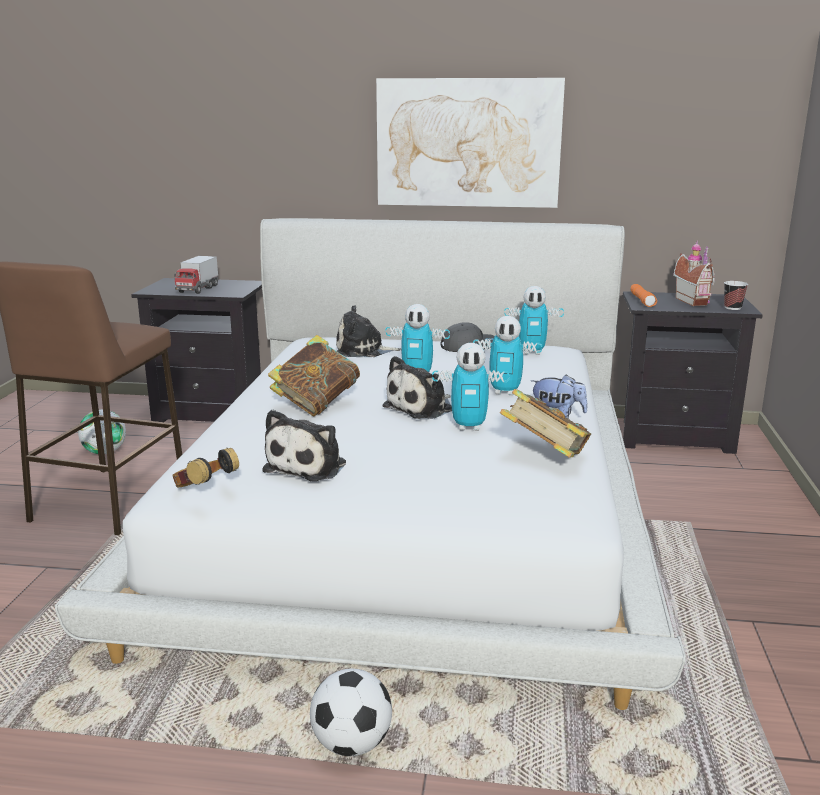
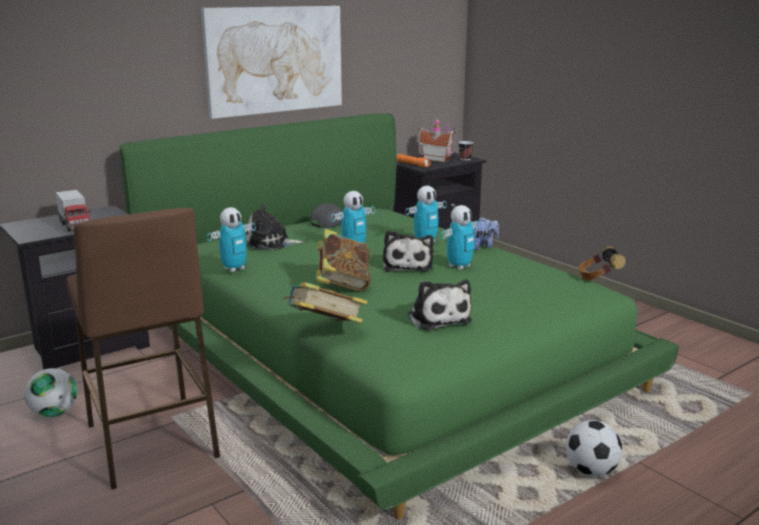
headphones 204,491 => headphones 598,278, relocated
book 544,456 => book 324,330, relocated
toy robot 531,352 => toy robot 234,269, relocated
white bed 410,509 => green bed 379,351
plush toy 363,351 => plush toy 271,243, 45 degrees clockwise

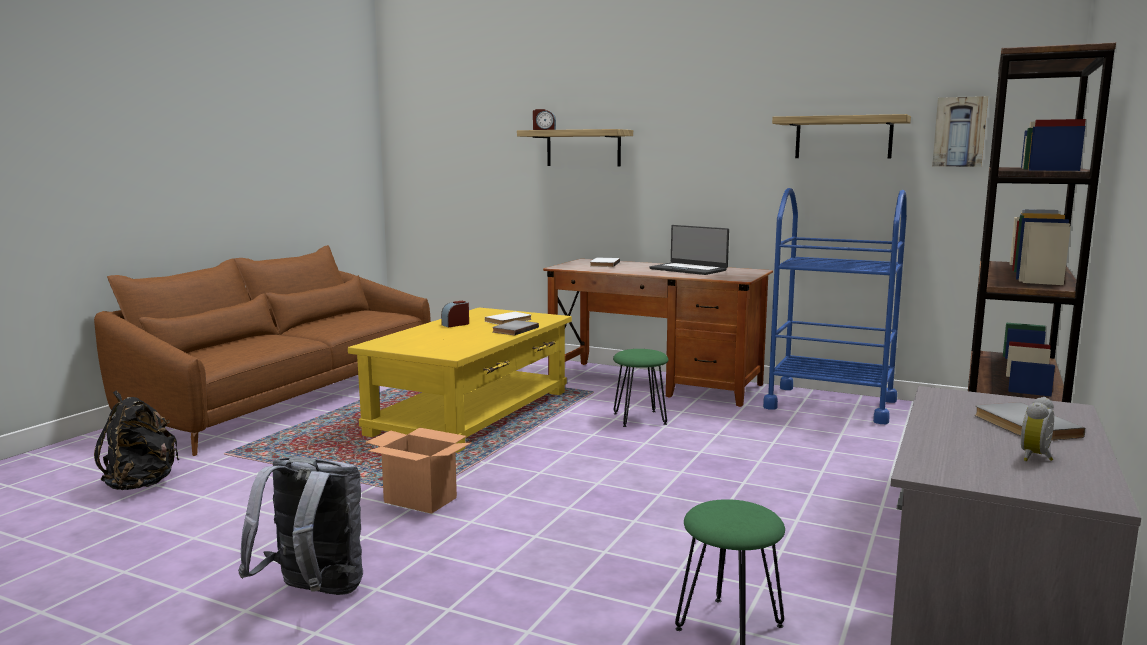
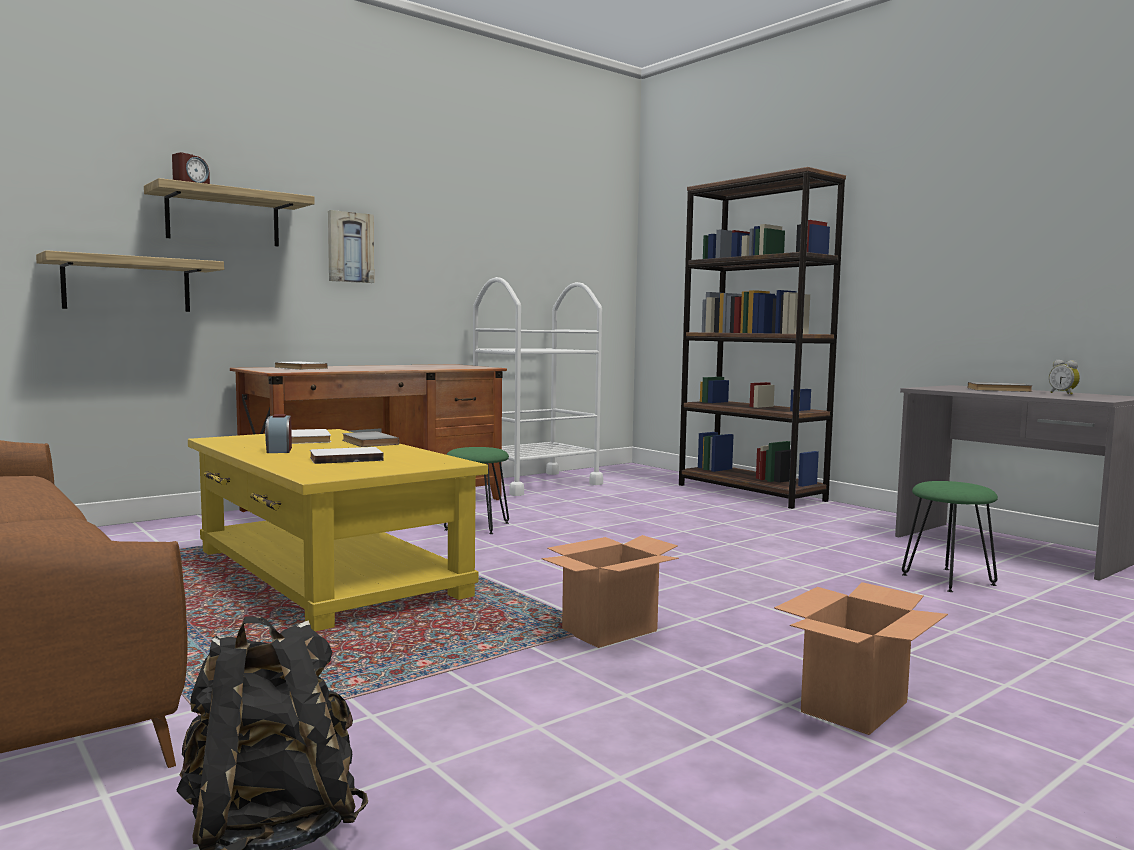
laptop 688,269 => nothing
nothing => white book 345,458
shelf 843,137 => shelf 127,285, relocated
picture 959,132 => picture 350,247, relocated
grey backpack 312,594 => cardboard box 854,707
blue cart 830,404 => white cart 535,484

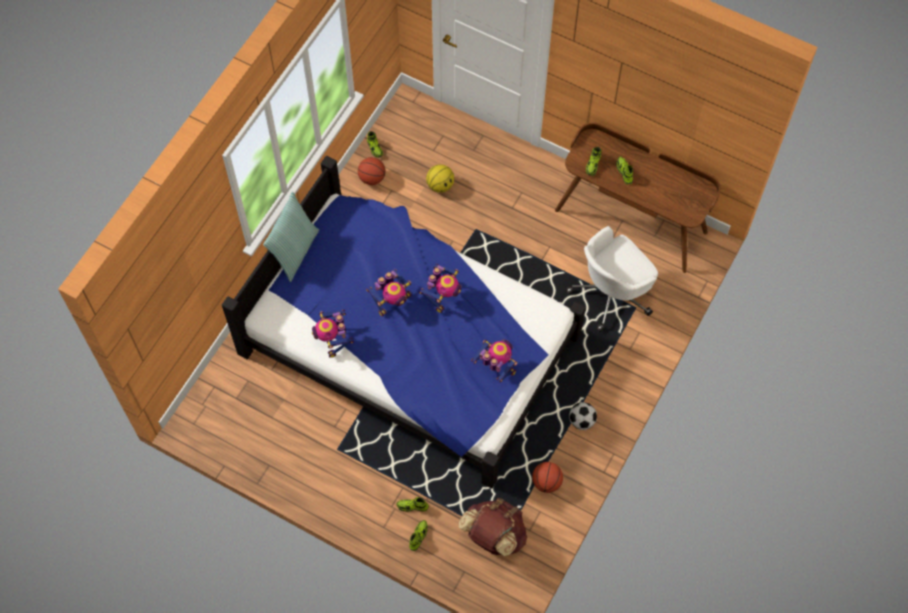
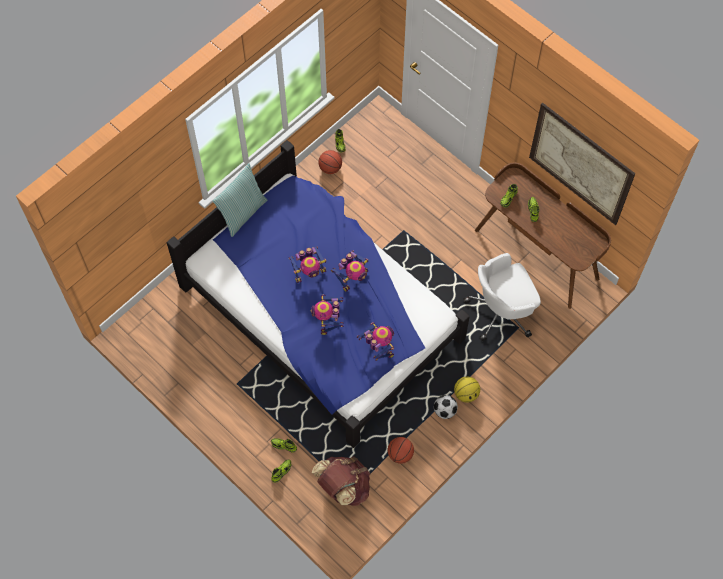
nothing => picture 580,164
toy robot 333,340 => toy robot 328,320, relocated
basketball 440,185 => basketball 466,394, relocated

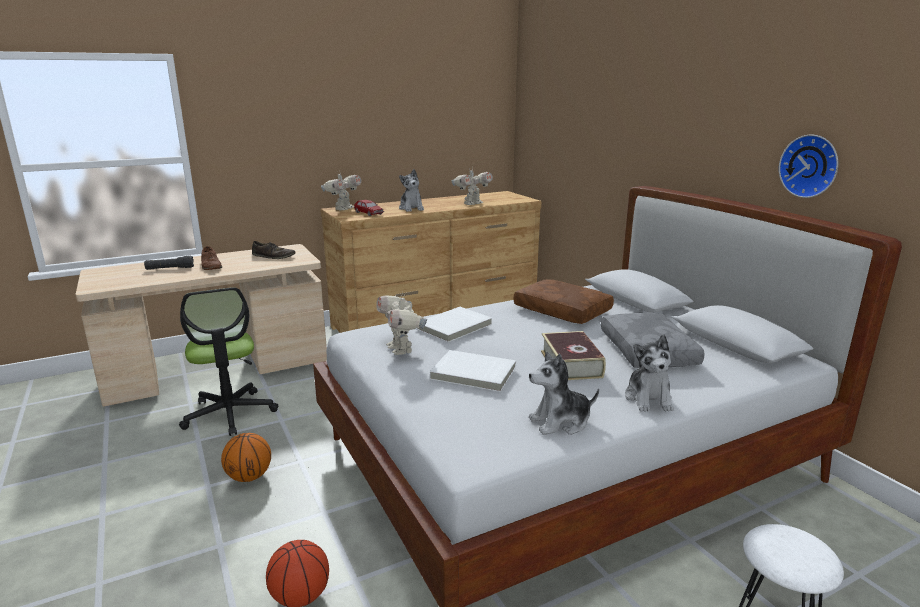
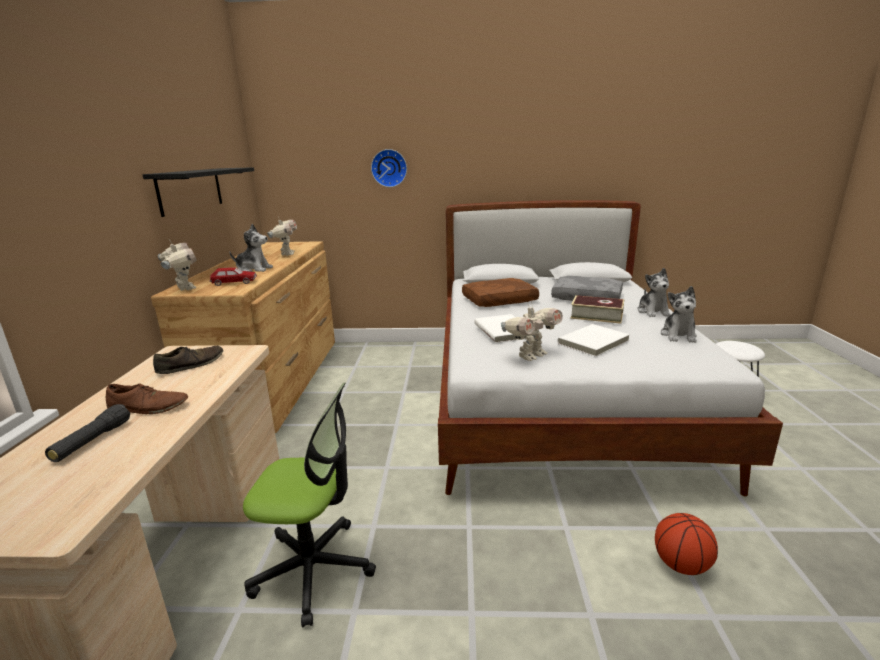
basketball 249,477 => nothing
nothing => black shelf 190,190
wall clock 810,166 => wall clock 389,168, relocated
toy robot 401,349 => toy robot 530,355, 45 degrees counterclockwise
plush toy 648,399 => plush toy 653,312, 60 degrees clockwise

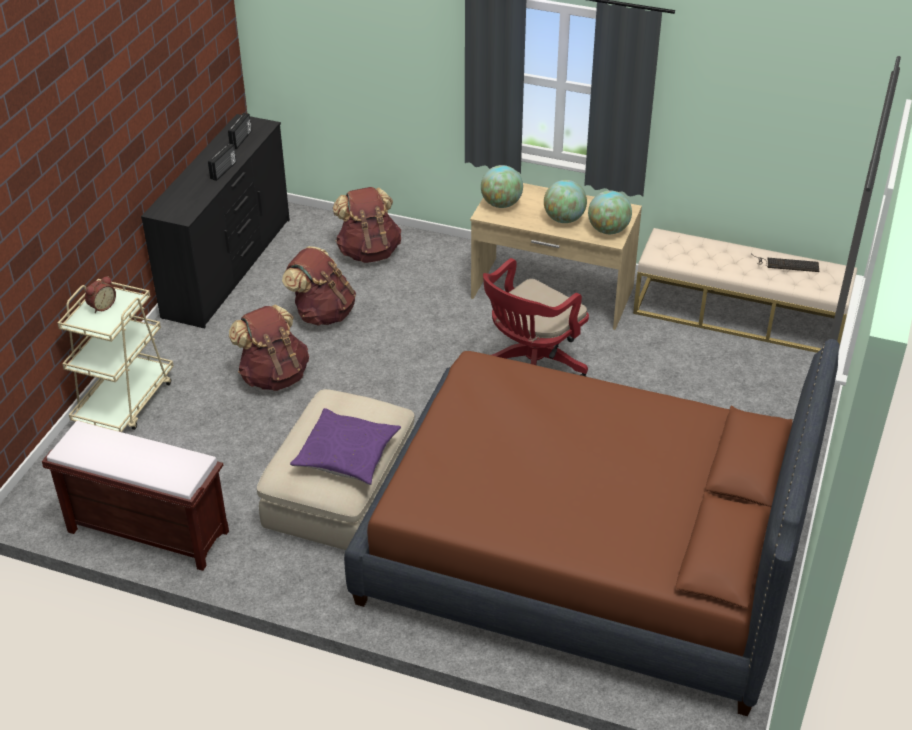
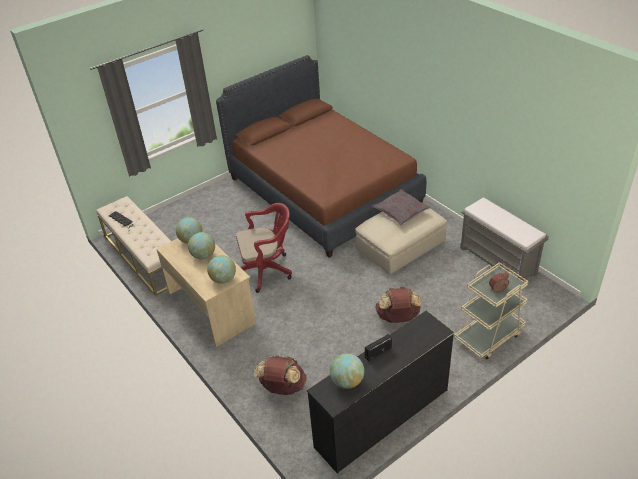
brown backpack 322,313 => nothing
radio 241,139 => globe 347,381
brown bench 146,532 => grey bench 498,261
purple pillow 347,455 => grey pillow 401,211

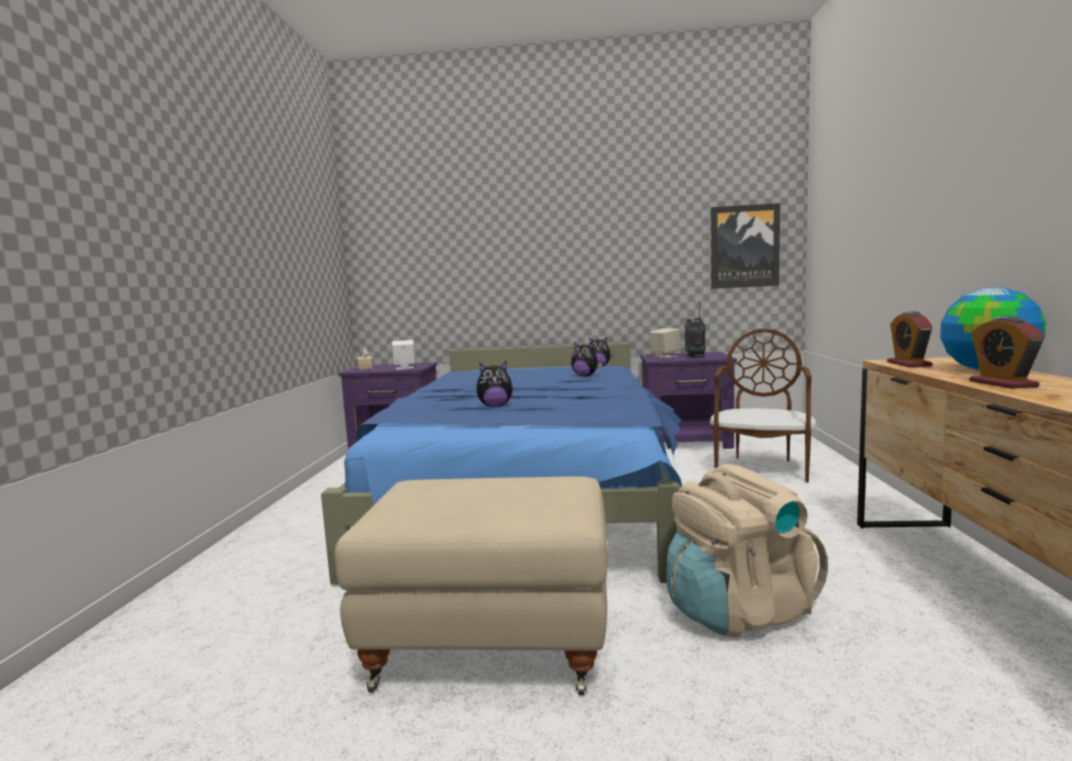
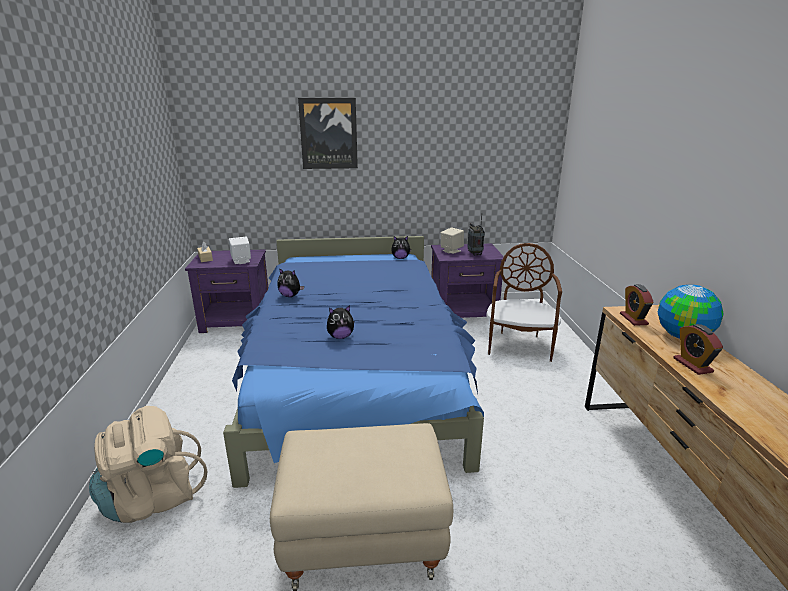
plush toy 585,376 => plush toy 290,296, relocated
beige backpack 738,611 => beige backpack 153,497, relocated
picture 744,246 => picture 328,133, relocated

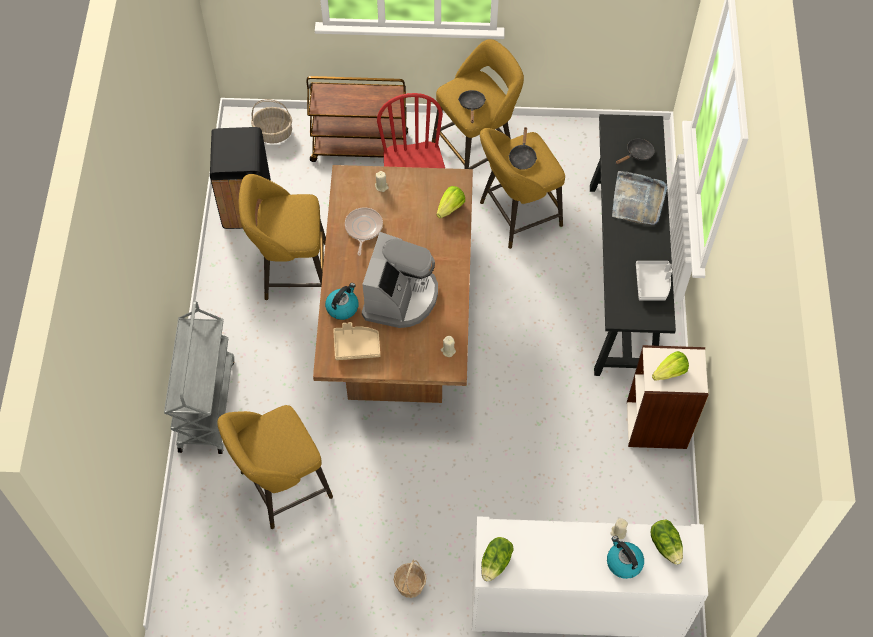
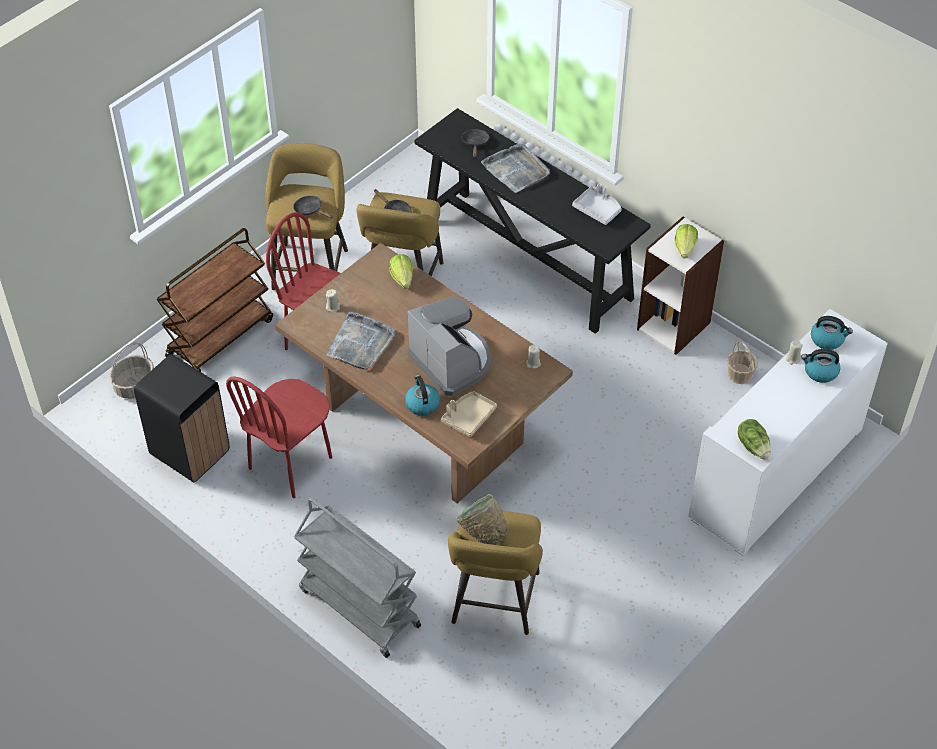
nothing => green bowl 482,533
basket 410,585 => basket 739,374, relocated
yellow stool 291,271 => red chair 291,463
frying pan 363,228 => grey tray 360,344
lettuce 666,545 => kettle 827,339

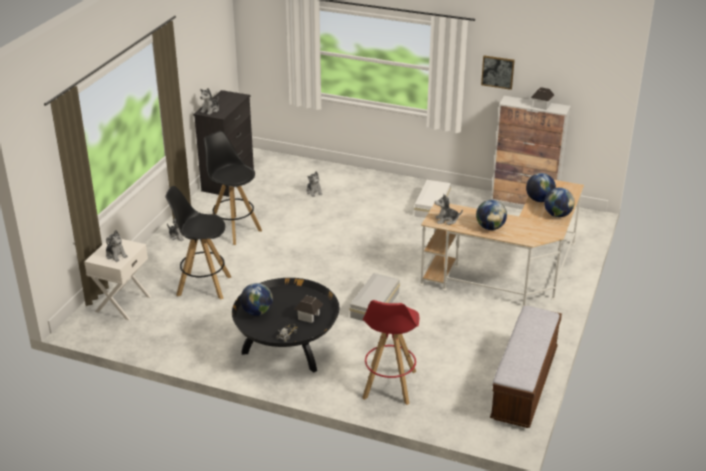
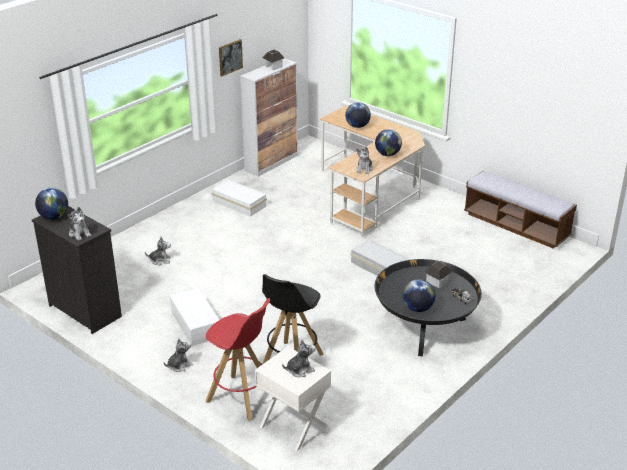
red stool 389,385 => red stool 242,398, relocated
globe 557,215 => globe 54,217, relocated
black stool 234,229 => white storage box 194,324

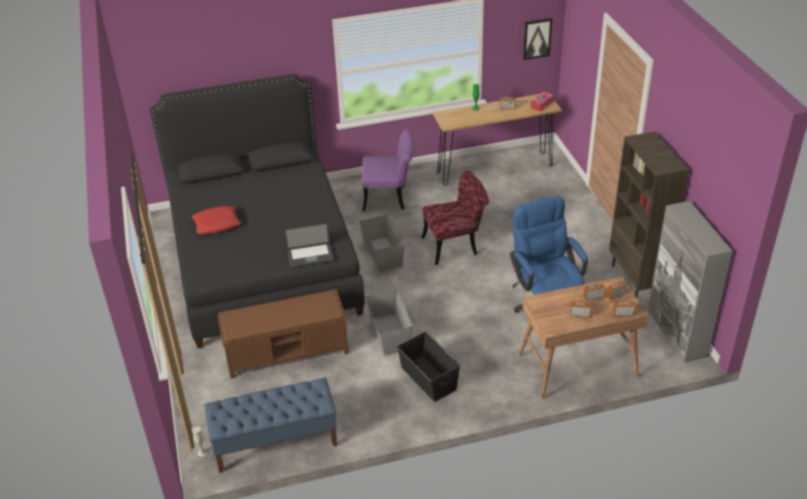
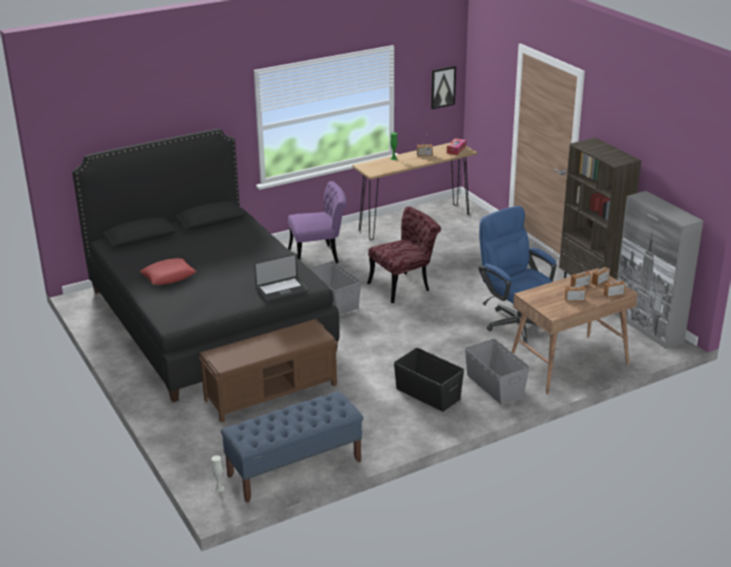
grey storage box 389,334 => grey storage box 494,385, relocated

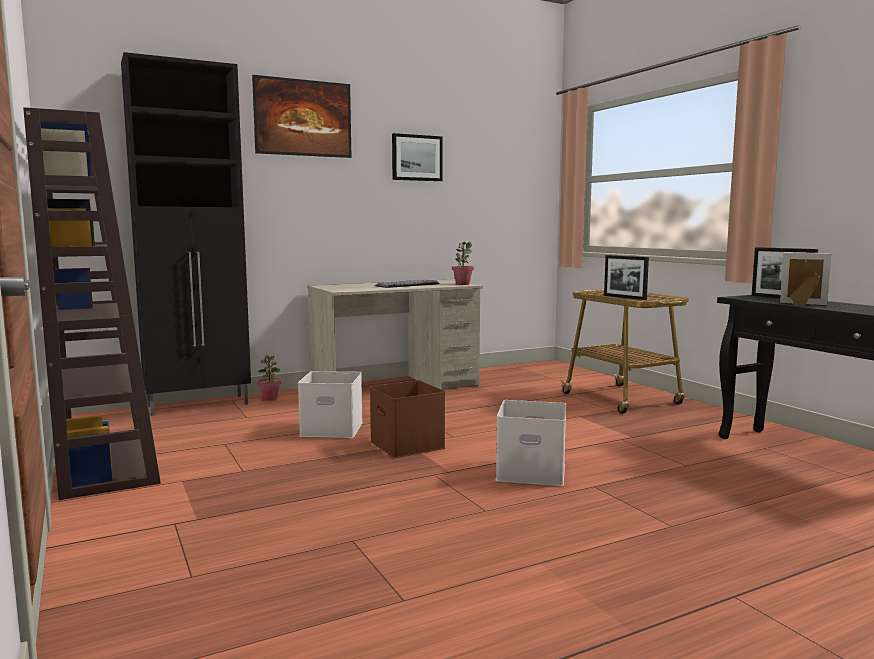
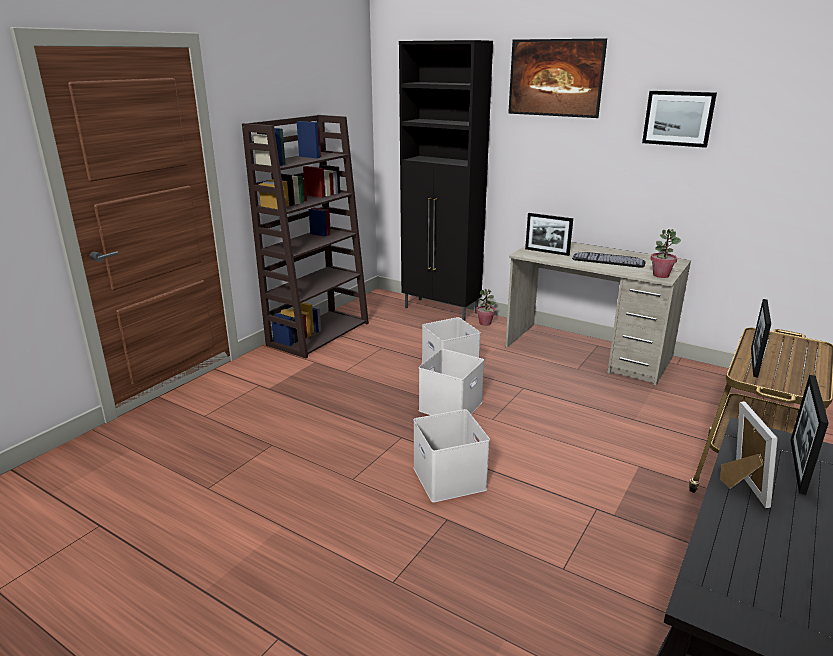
nothing => picture frame 547,252
brown storage box 405,444 => white storage box 450,405

